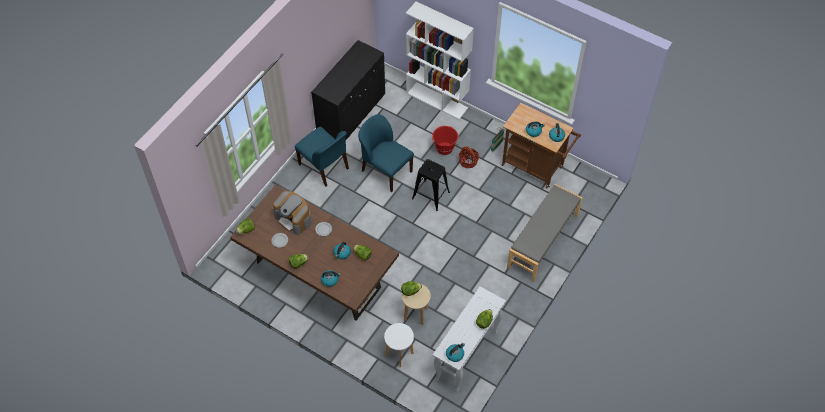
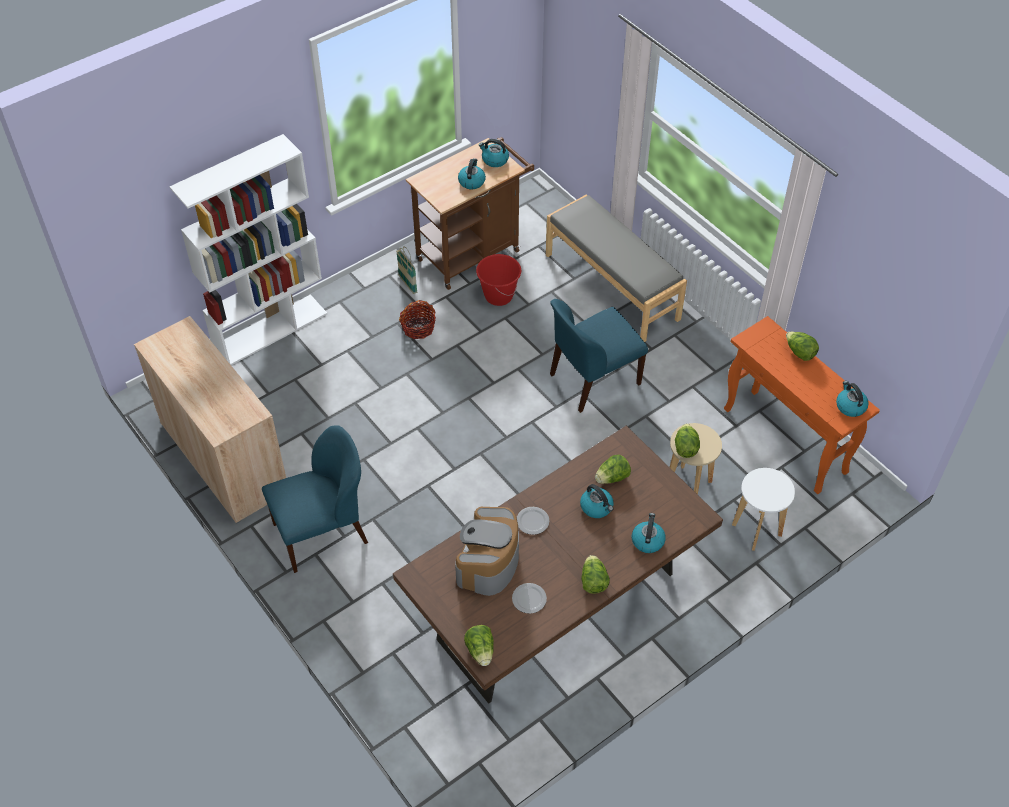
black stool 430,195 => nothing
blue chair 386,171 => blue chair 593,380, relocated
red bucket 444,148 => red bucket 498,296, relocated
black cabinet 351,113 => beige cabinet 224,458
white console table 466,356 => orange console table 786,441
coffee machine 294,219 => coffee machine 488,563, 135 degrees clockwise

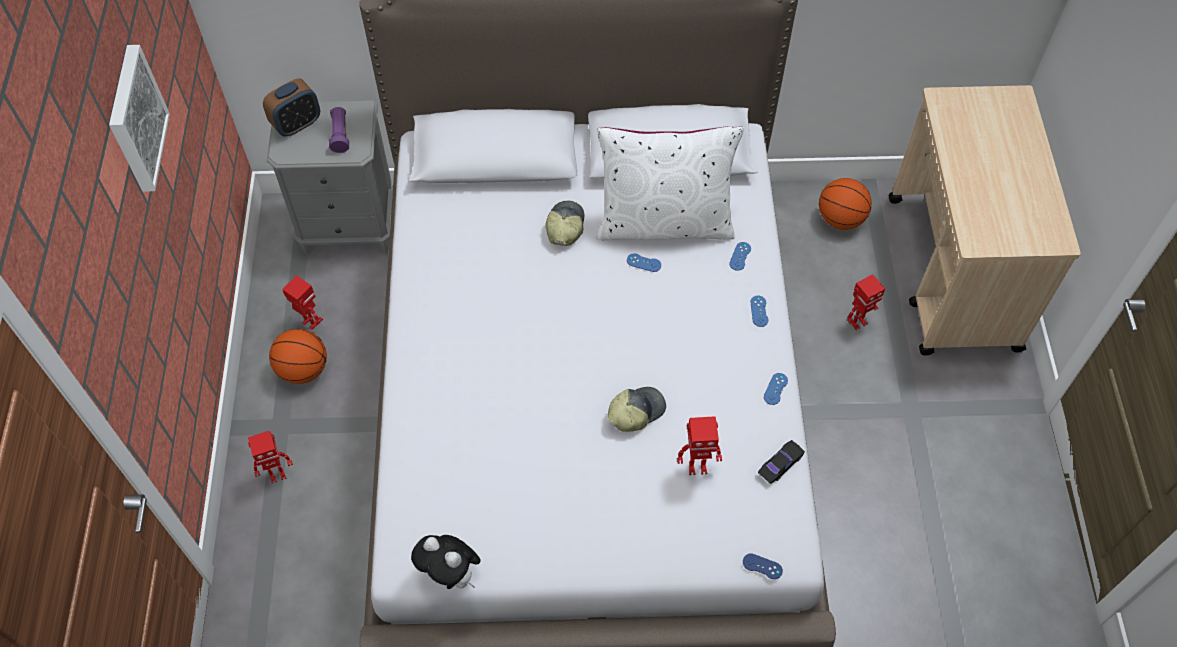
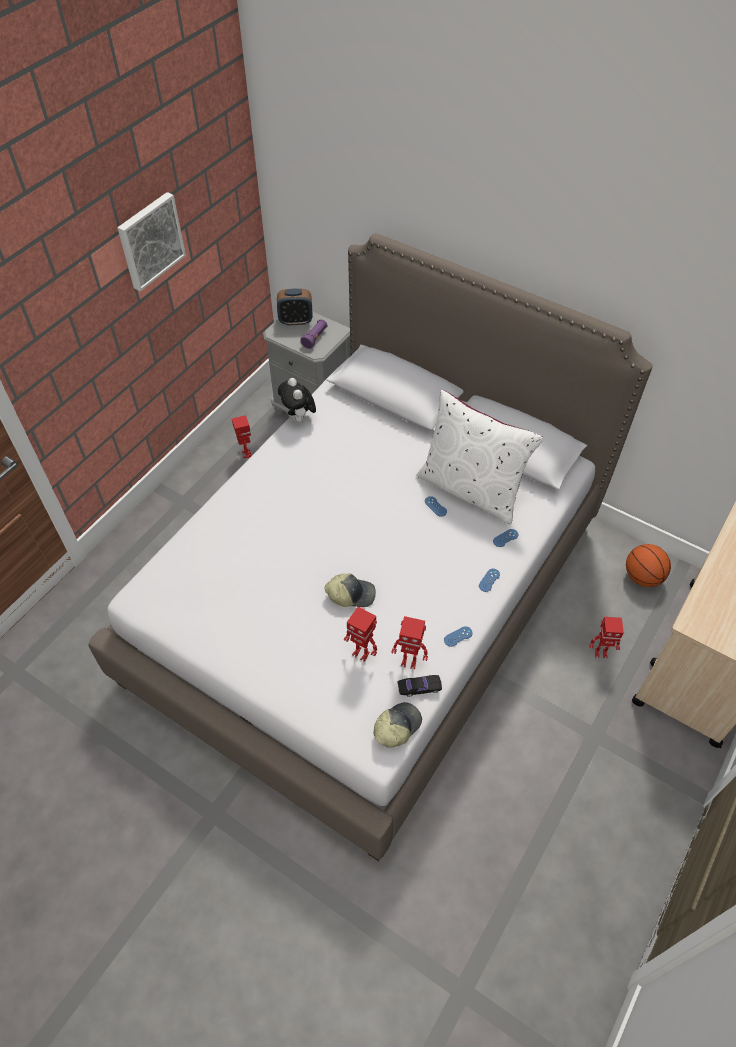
basketball 302,370 => nothing
blue game controller 762,566 => nothing
toy robot 277,475 => toy robot 409,661, relocated
plush toy 451,575 => plush toy 299,418, relocated
cap 564,226 => cap 396,727, relocated

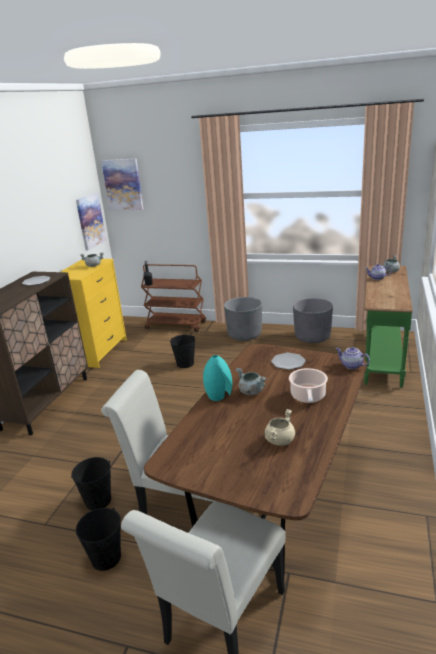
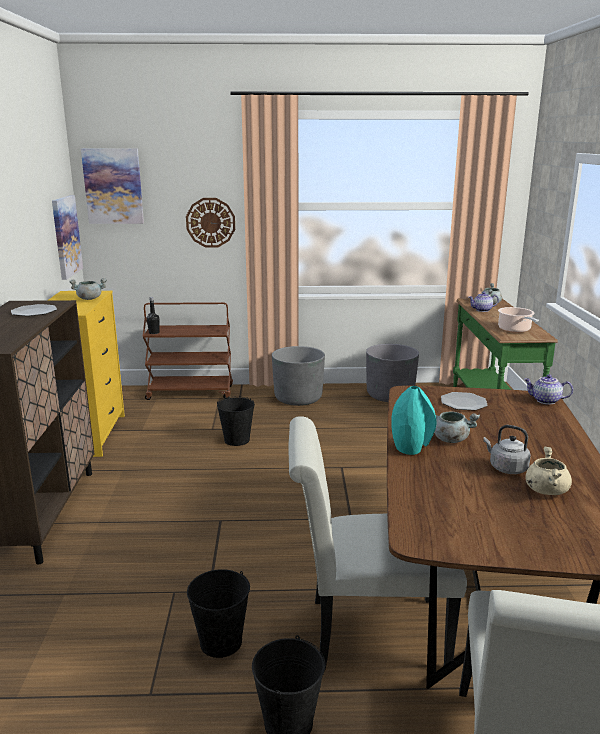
nothing => wall clock 210,222
nothing => grey kettle 506,468
cooking pot 308,397 => cooking pot 515,330, relocated

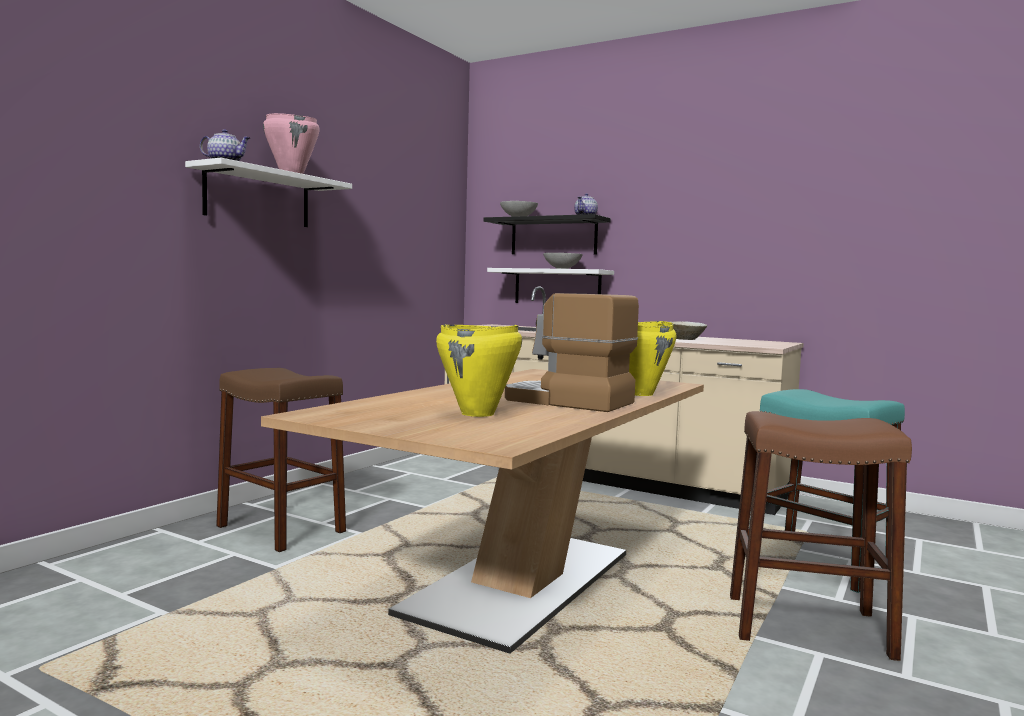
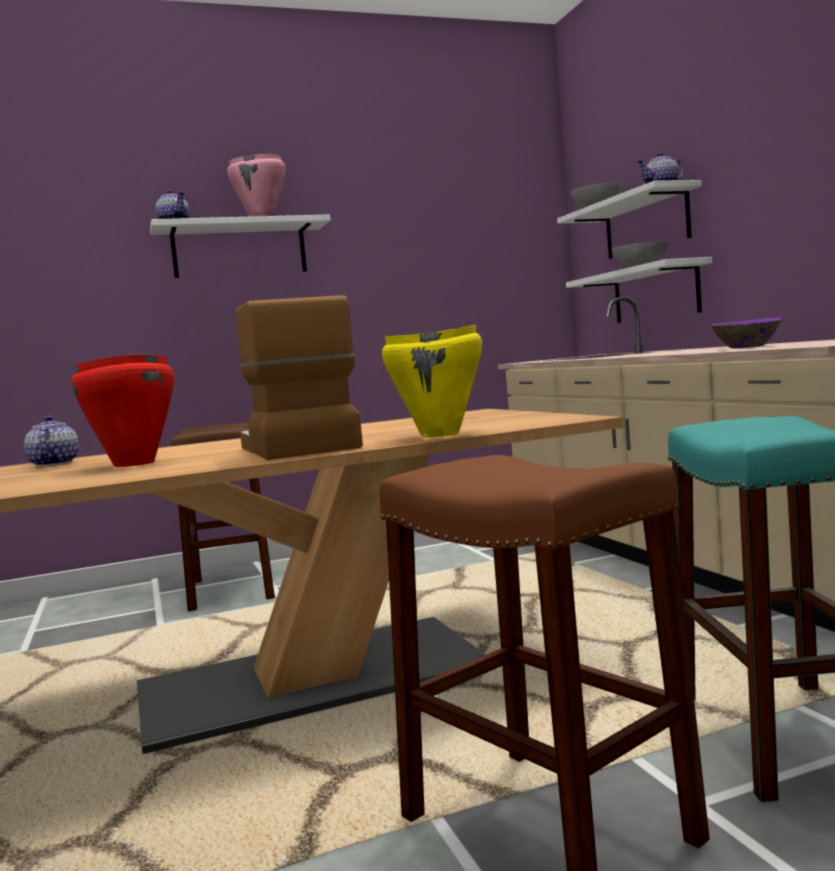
nothing => teapot 53,464
yellow cooking pot 478,414 => red cooking pot 133,464
black shelf 553,237 => white shelf 646,224
beige bowl 685,339 => purple bowl 746,347

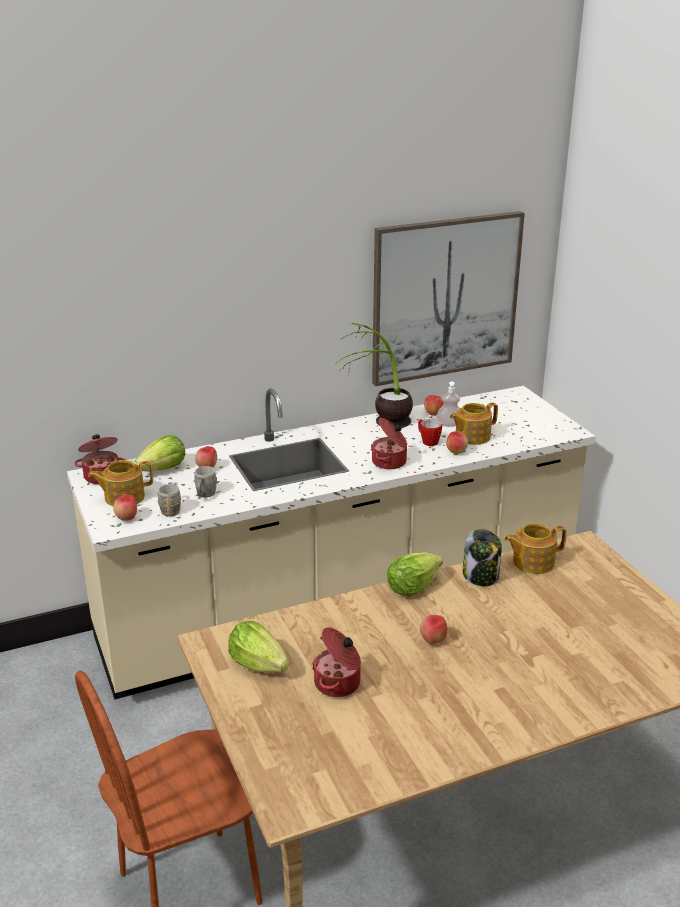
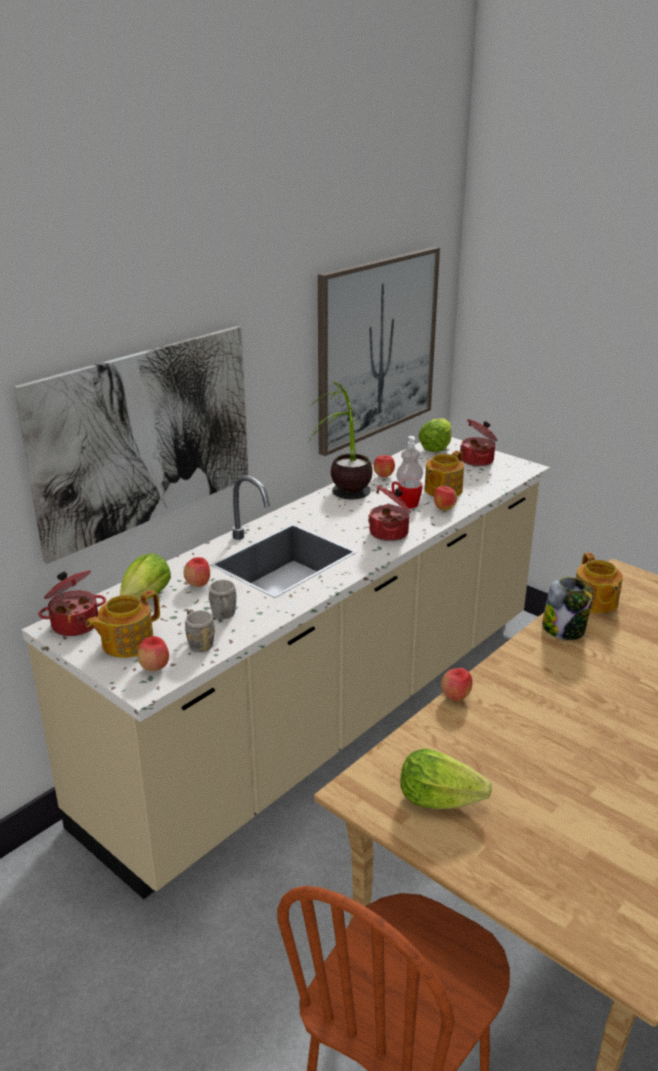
nothing => picture 145,437
cooking pot 338,683 => cooking pot 478,460, relocated
lettuce 412,587 => lettuce 435,448, relocated
apple 433,641 => apple 455,698, relocated
teapot 532,562 => teapot 595,602, 60 degrees counterclockwise

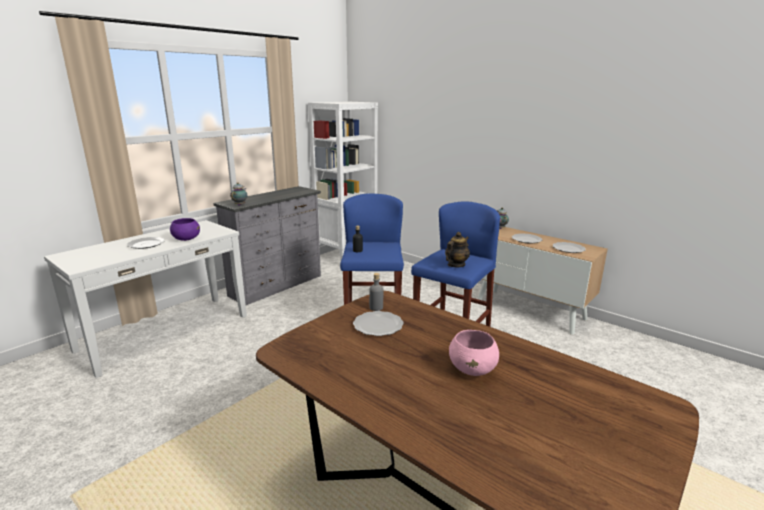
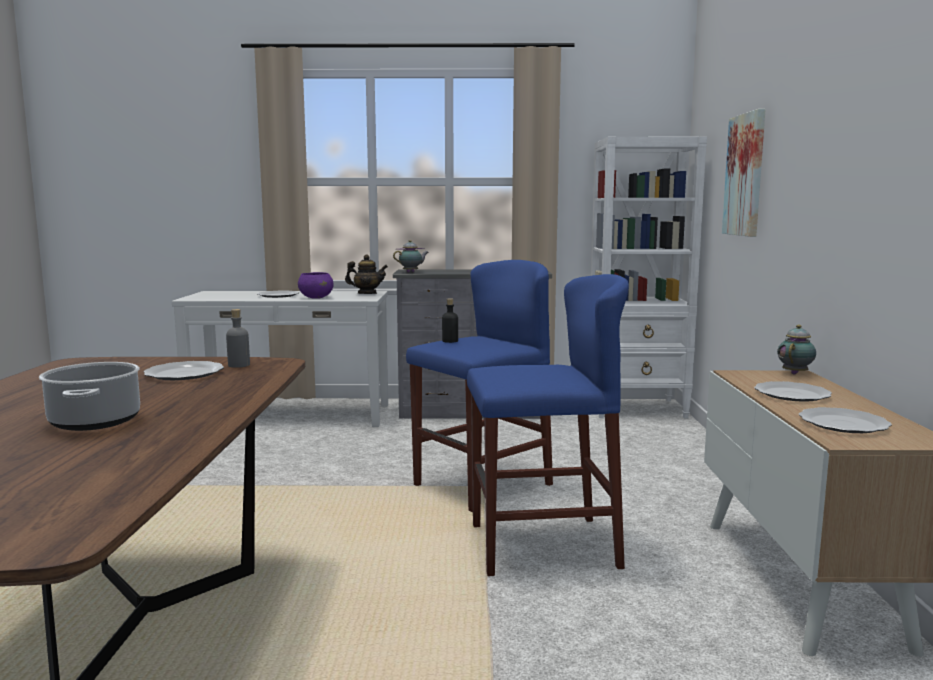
nothing => picture 745,175
teapot 456,265 => teapot 367,294, relocated
pink bowl 472,369 => cooking pot 95,421

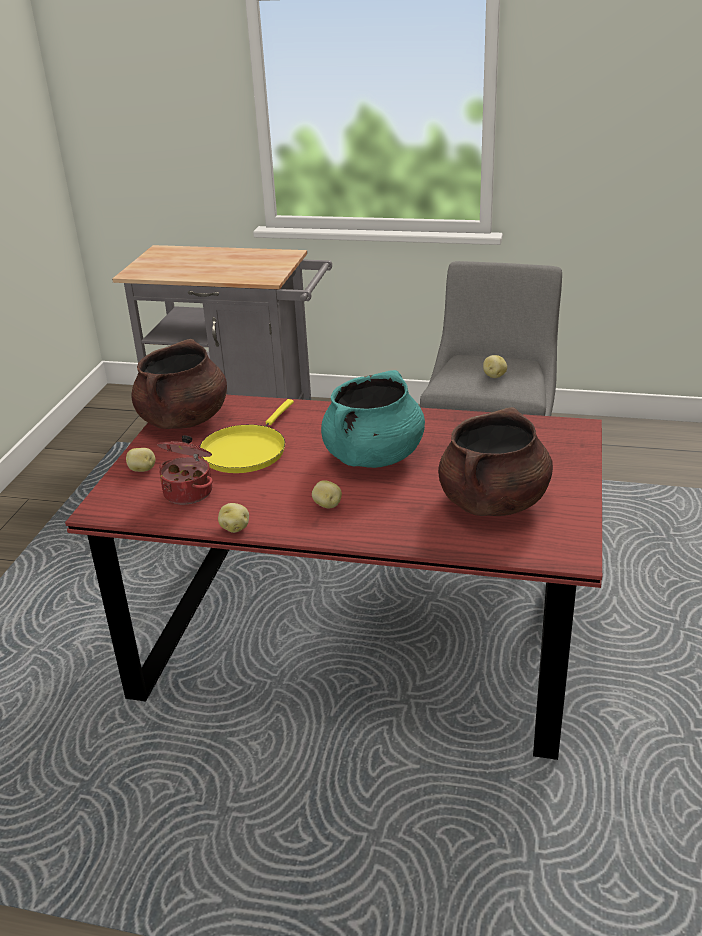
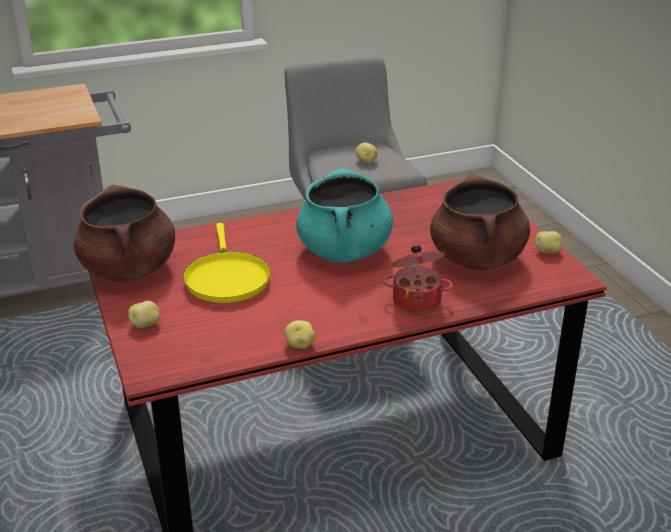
cooking pot 189,492 => cooking pot 416,300, relocated
potato 327,505 => potato 547,252, relocated

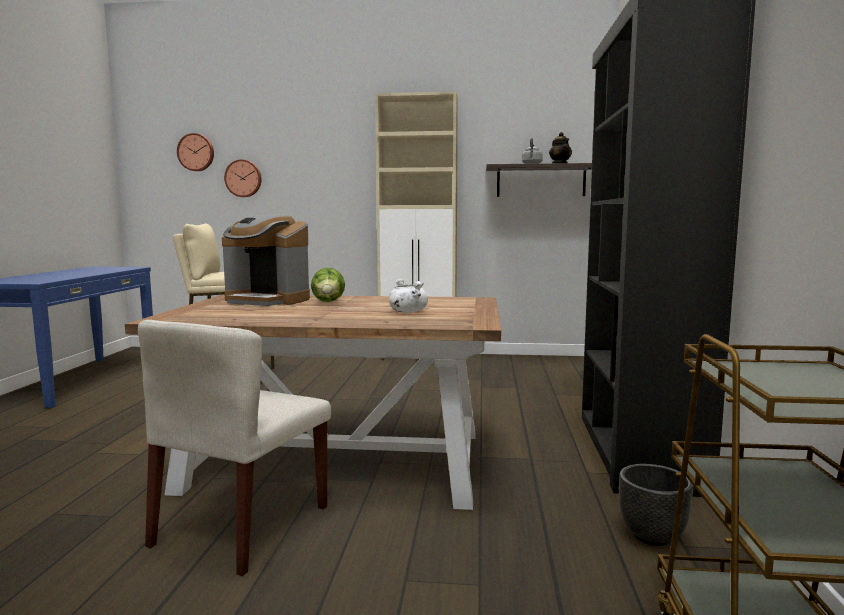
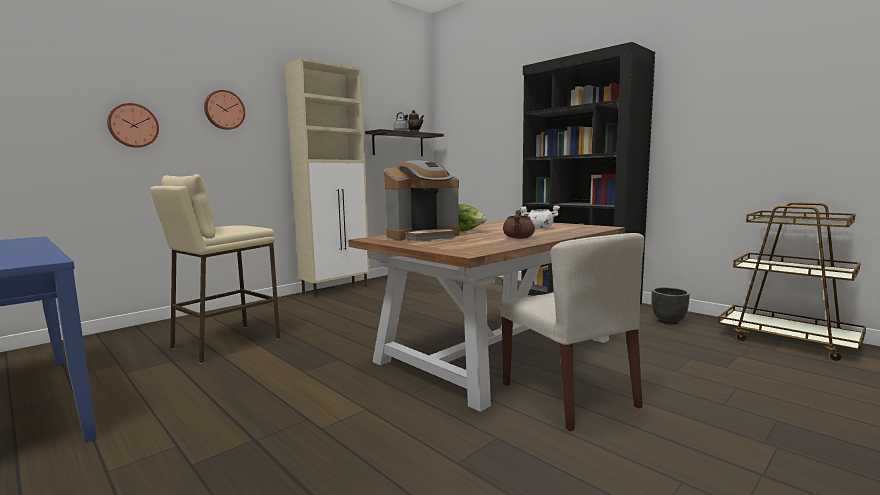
nothing => brown cooking pot 519,238
wall clock 196,152 => wall clock 224,110, relocated

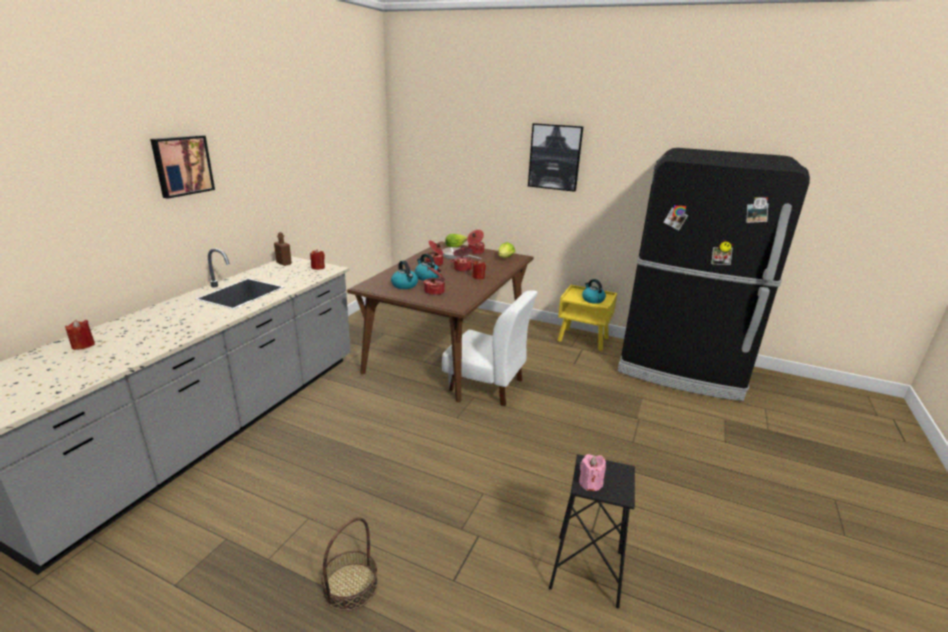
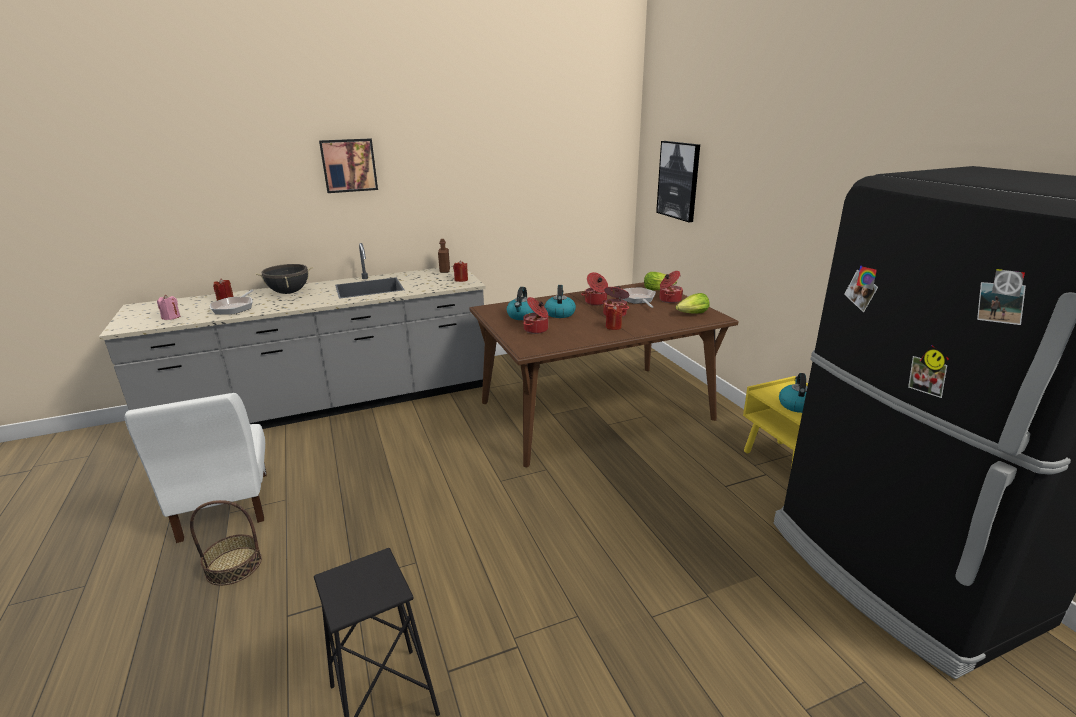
nothing => frying pan 234,307
nothing => black cooking pot 289,292
white chair 486,385 => white chair 224,506, relocated
picture 555,157 => picture 678,180, relocated
pink candle 590,483 => pink candle 171,317, relocated

